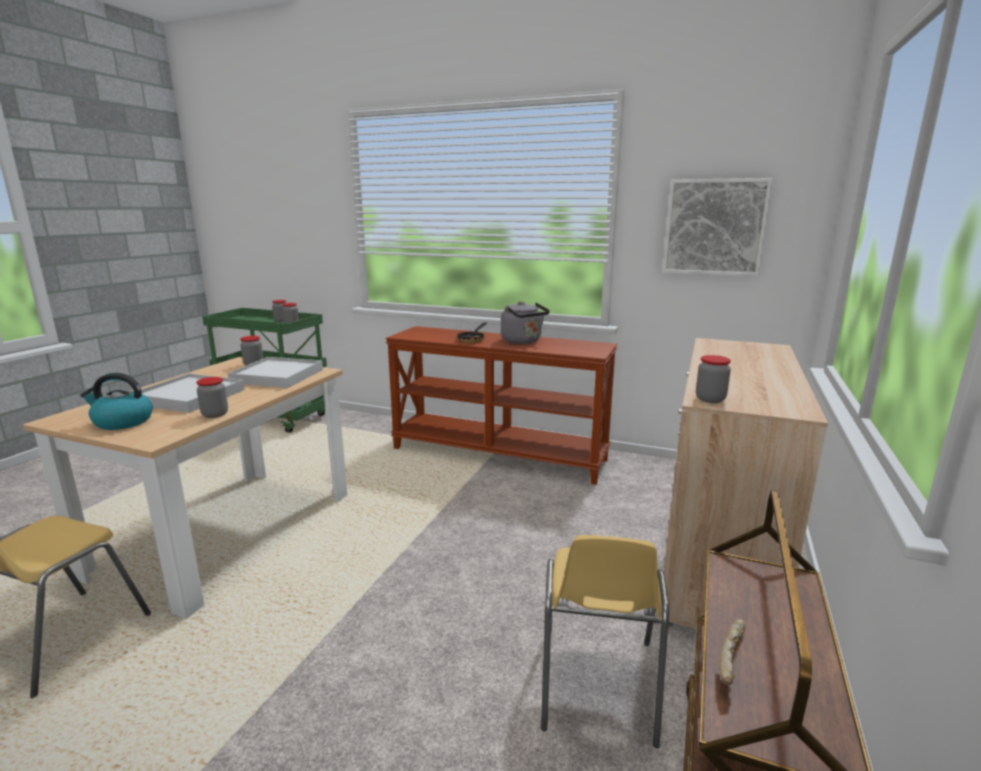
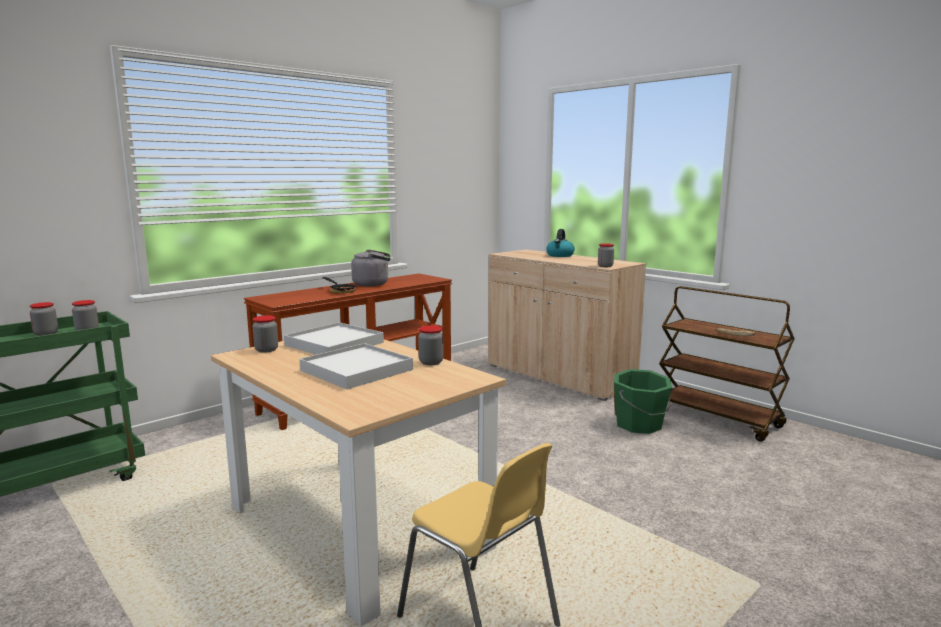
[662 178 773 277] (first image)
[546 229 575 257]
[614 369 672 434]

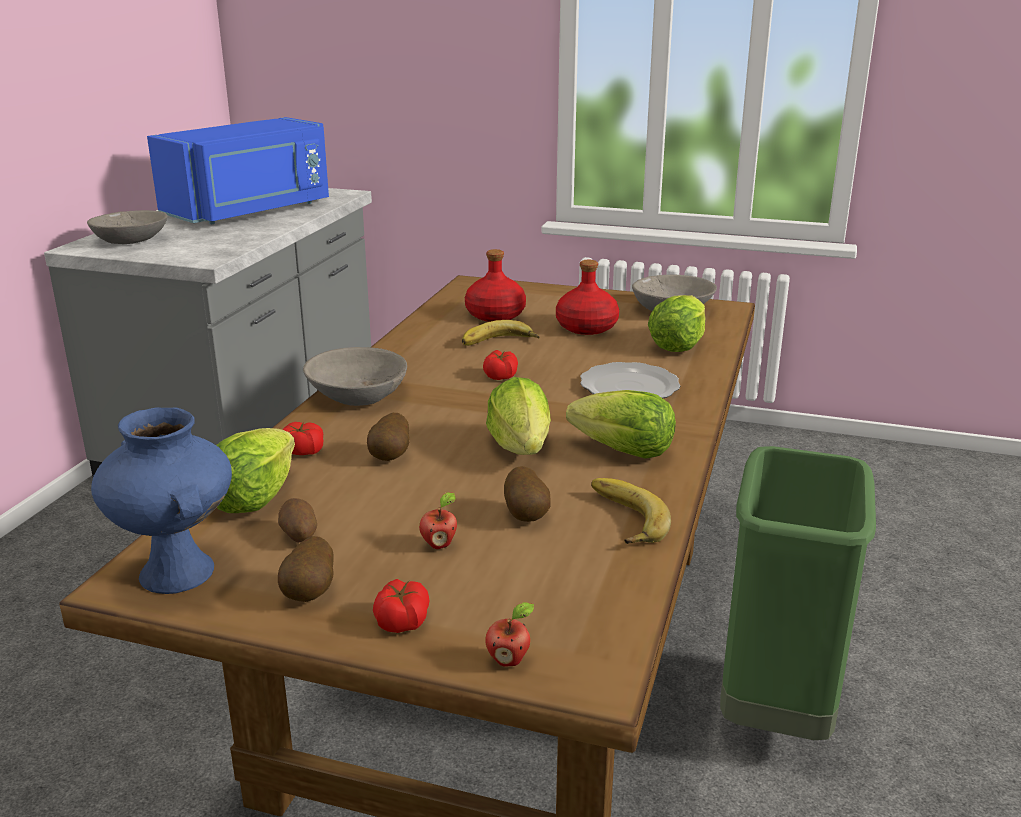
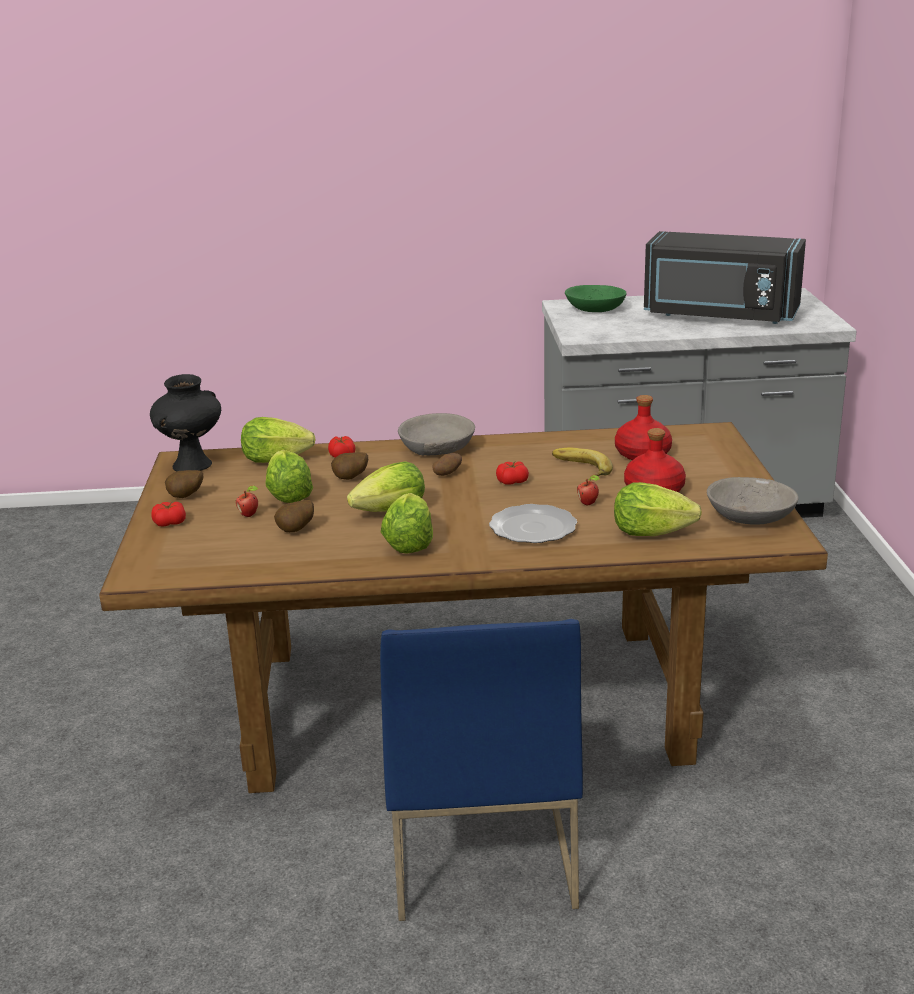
[591 478 671 544] (first image)
[265 450 313 503]
[432 453 462 476]
[577 475 600 506]
[380 619 583 921]
[565 285 627 312]
[150 374 221 471]
[644 231 806 324]

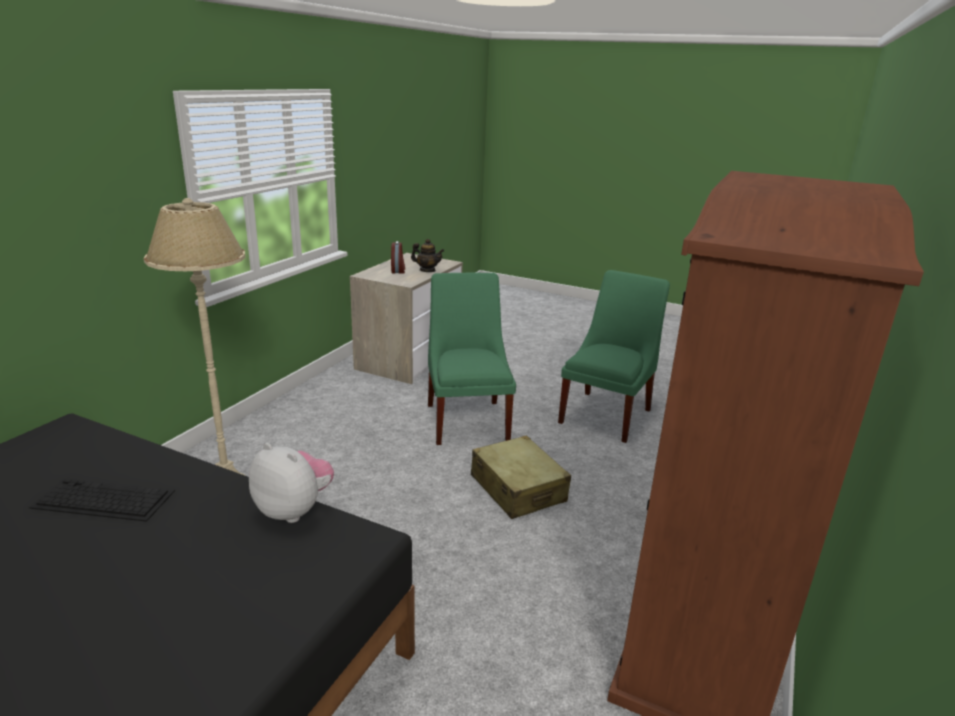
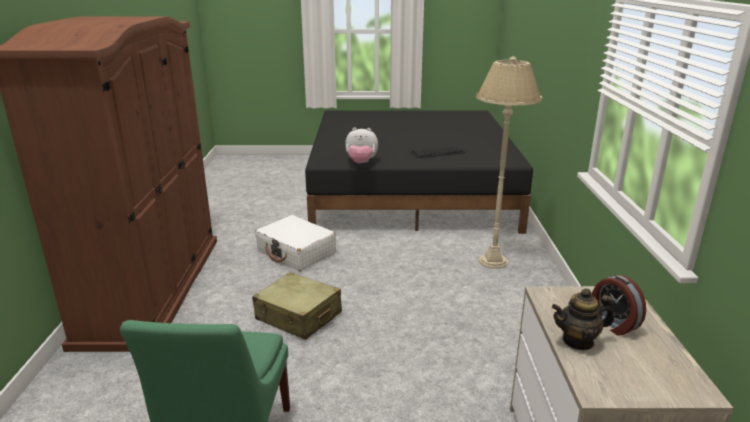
[428 273 516 445] (first image)
[255 215 336 271]

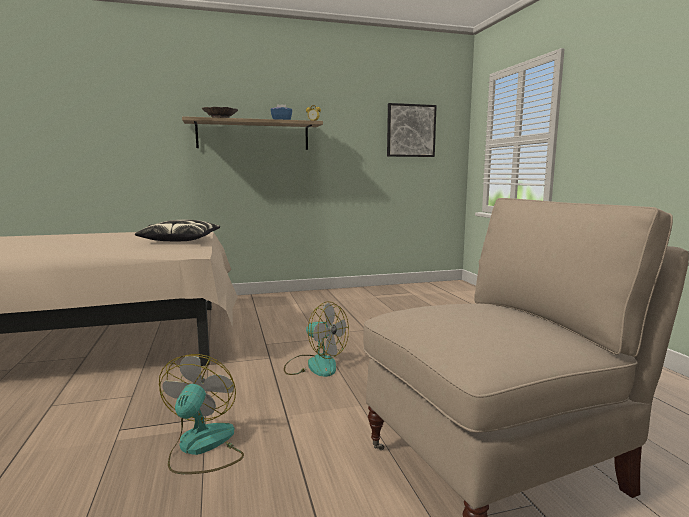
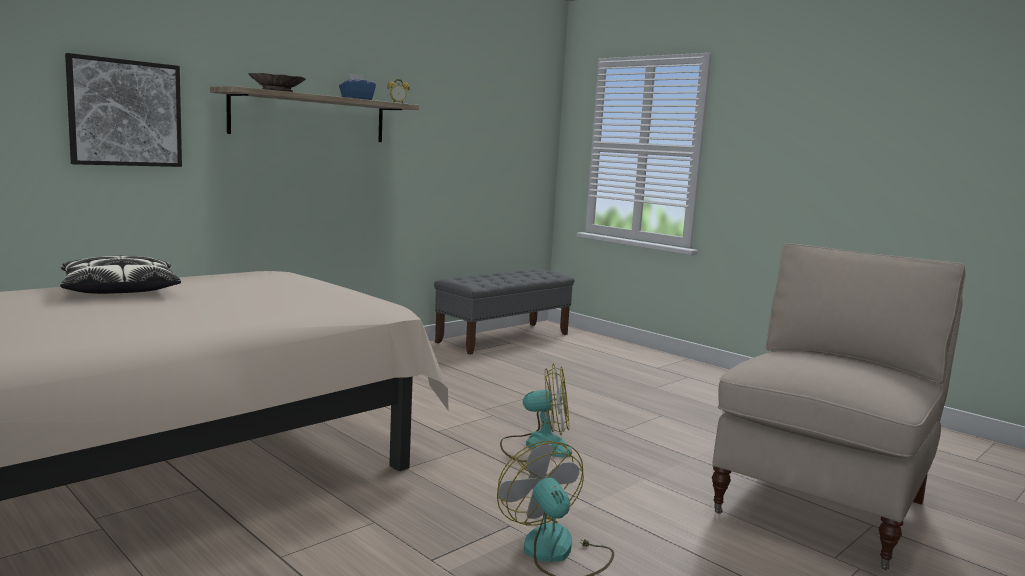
[434 269 574 355]
[60 256 181 294]
[65 53 182 167]

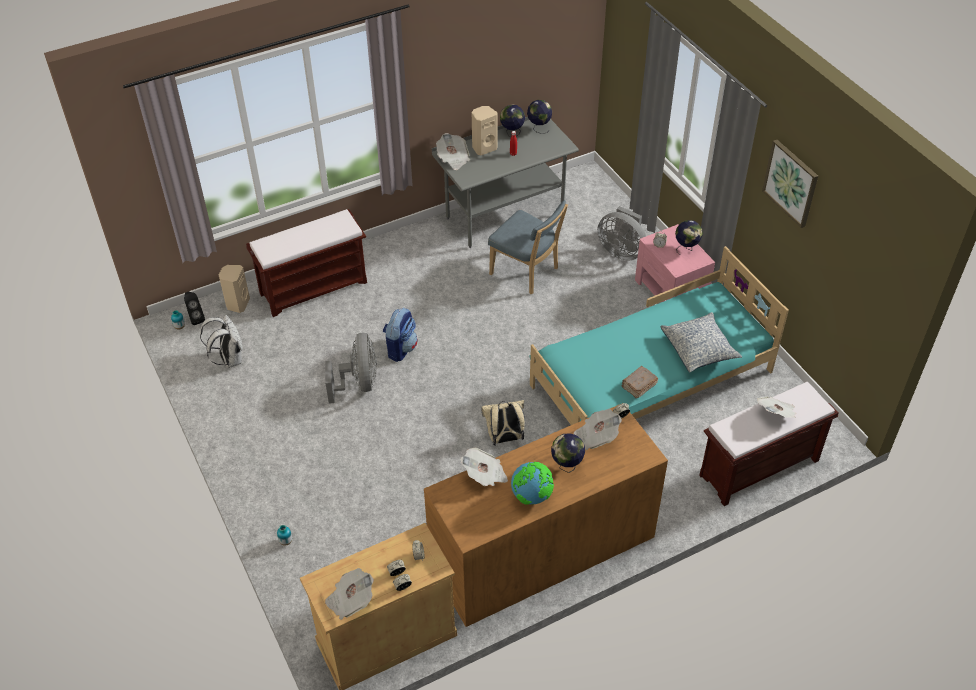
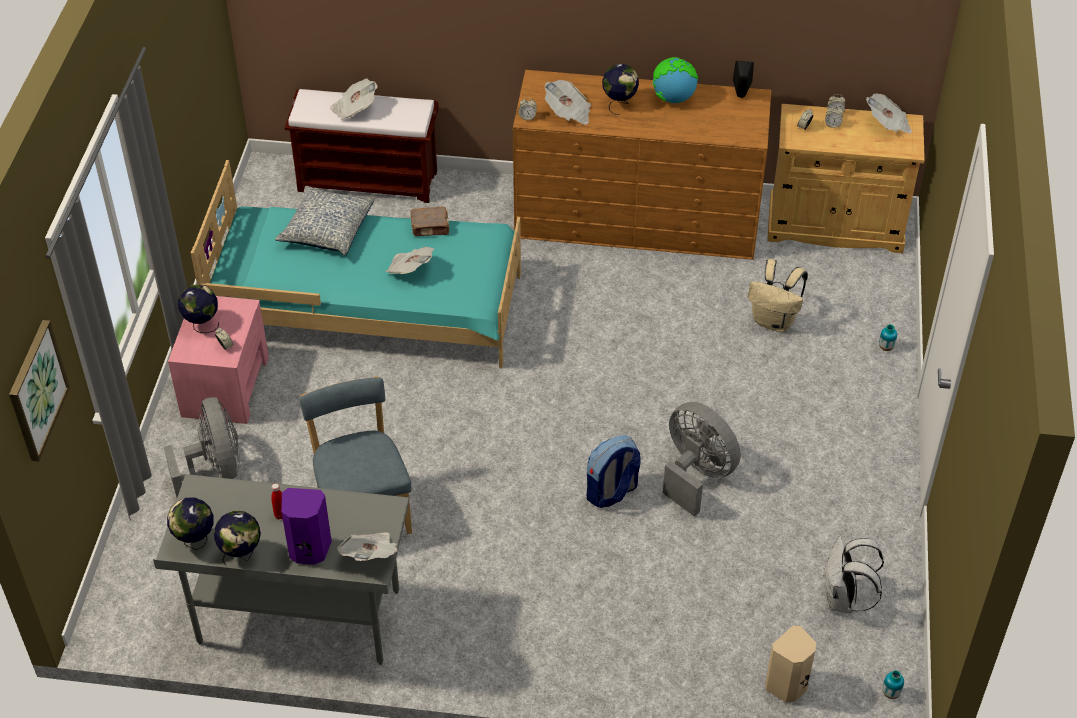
[246 209 367 317] (first image)
[733 61 754 98]
[386 247 434 274]
[748 259 808 332]
[9 320 70 461]
[281 488 332 565]
[663 402 741 517]

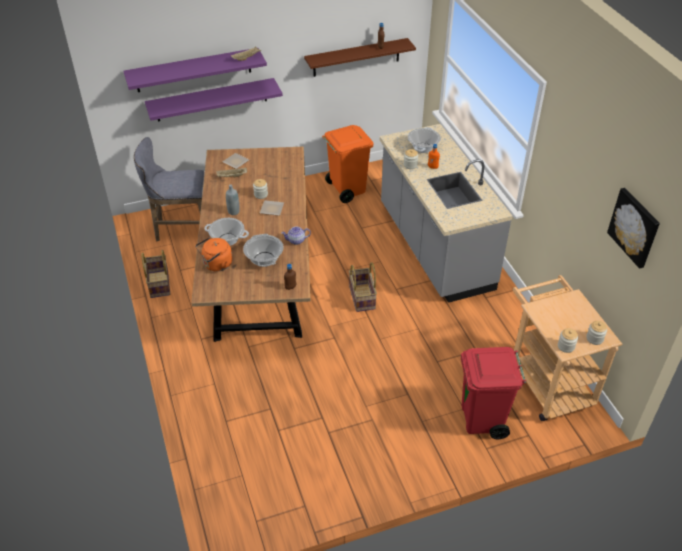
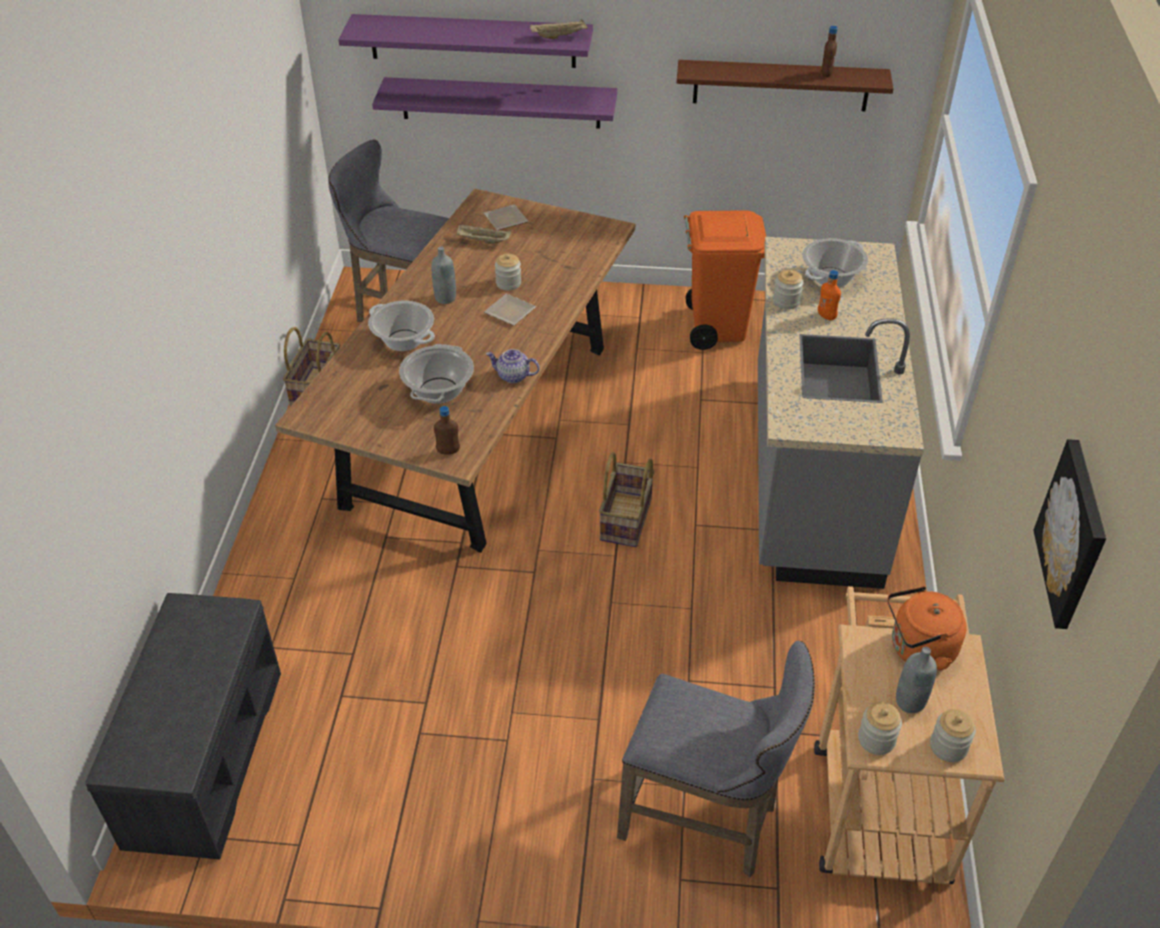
[85 593 281 859]
[896 647 937 713]
[888 586 966 670]
[617 641 815 877]

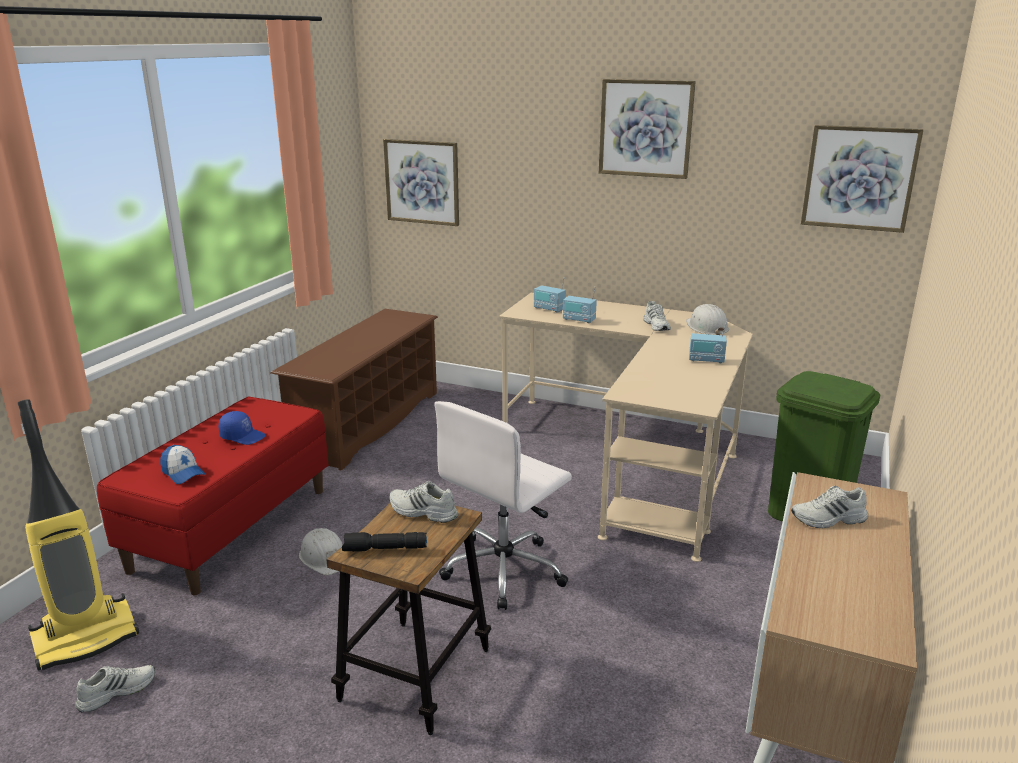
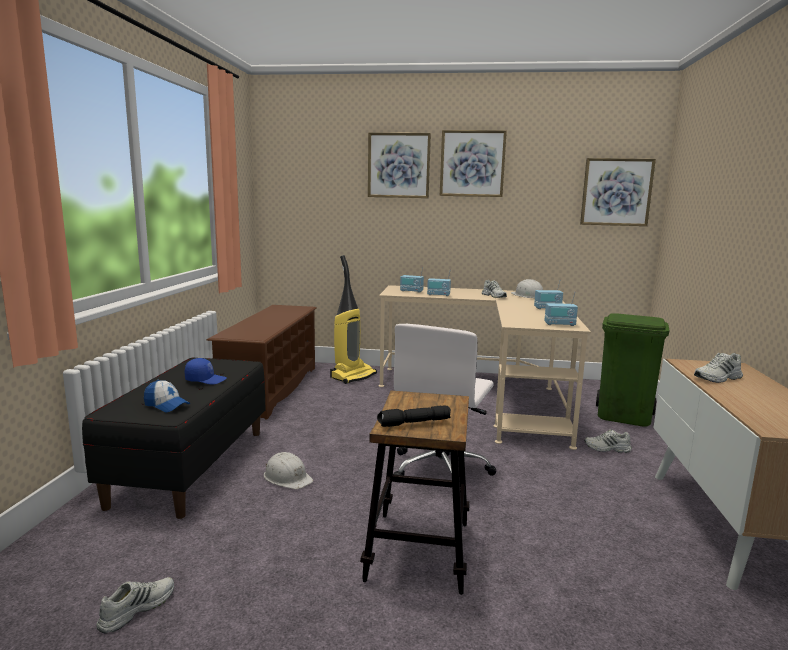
[544 292 578 326]
[330 255 377 384]
[368 133 431 198]
[585 429 632 453]
[82 357 266 519]

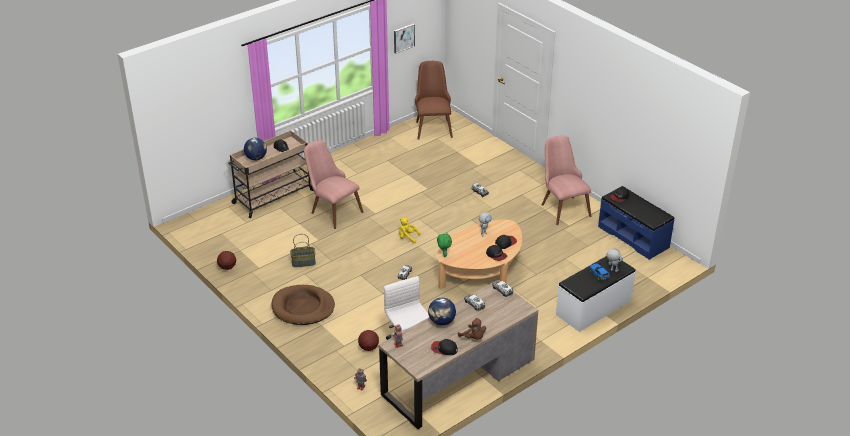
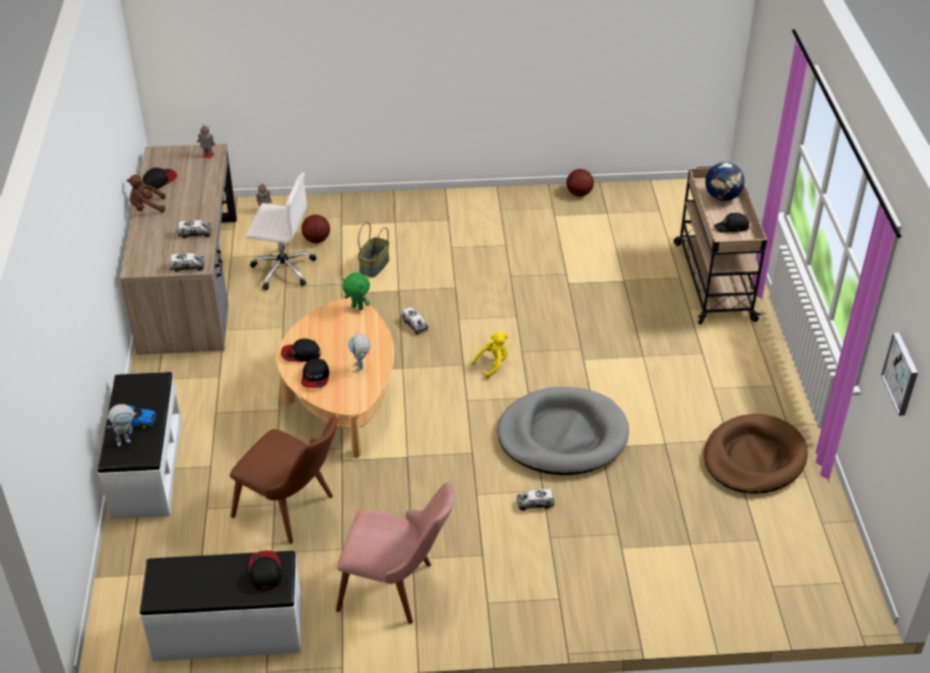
[304 140 364 229] (first image)
[428 298 456 326] (first image)
[498 387 629 475]
[704 414 808 494]
[358 222 389 278]
[230 416 338 544]
[140 551 302 661]

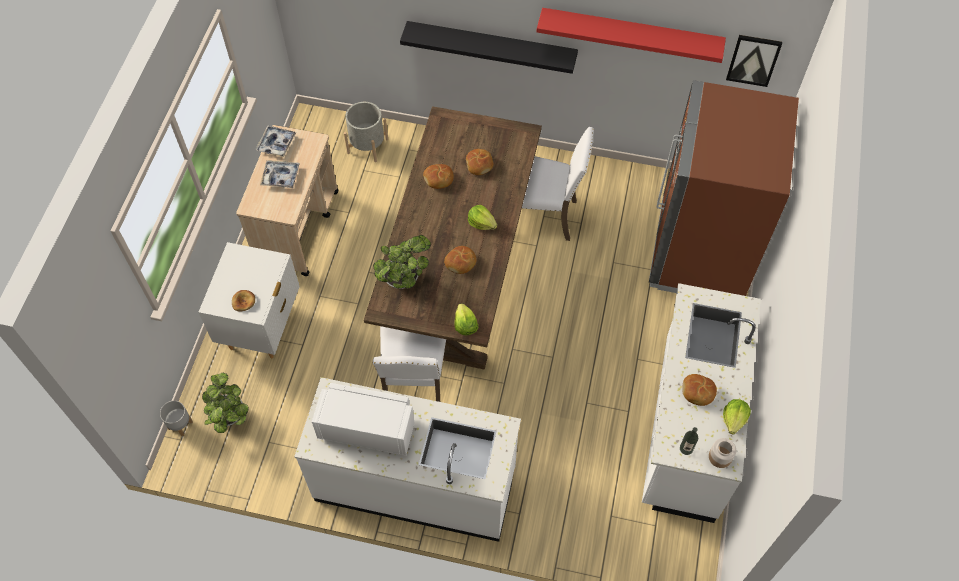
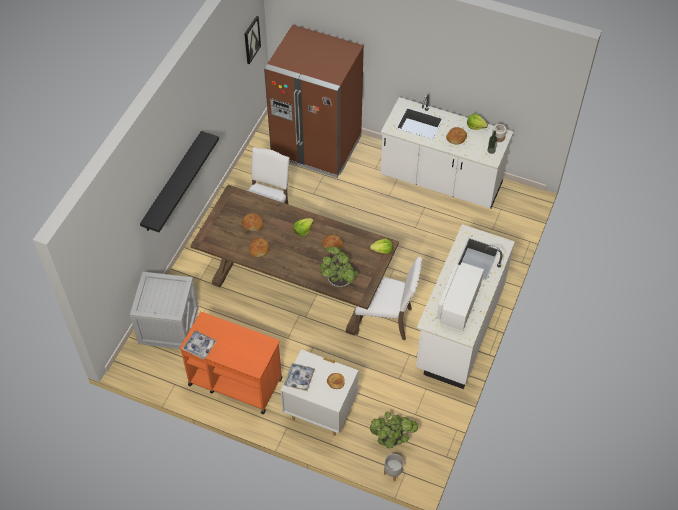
[537 8 726 63] (first image)
[284 363 315 391]
[130 272 199 349]
[180 312 282 414]

